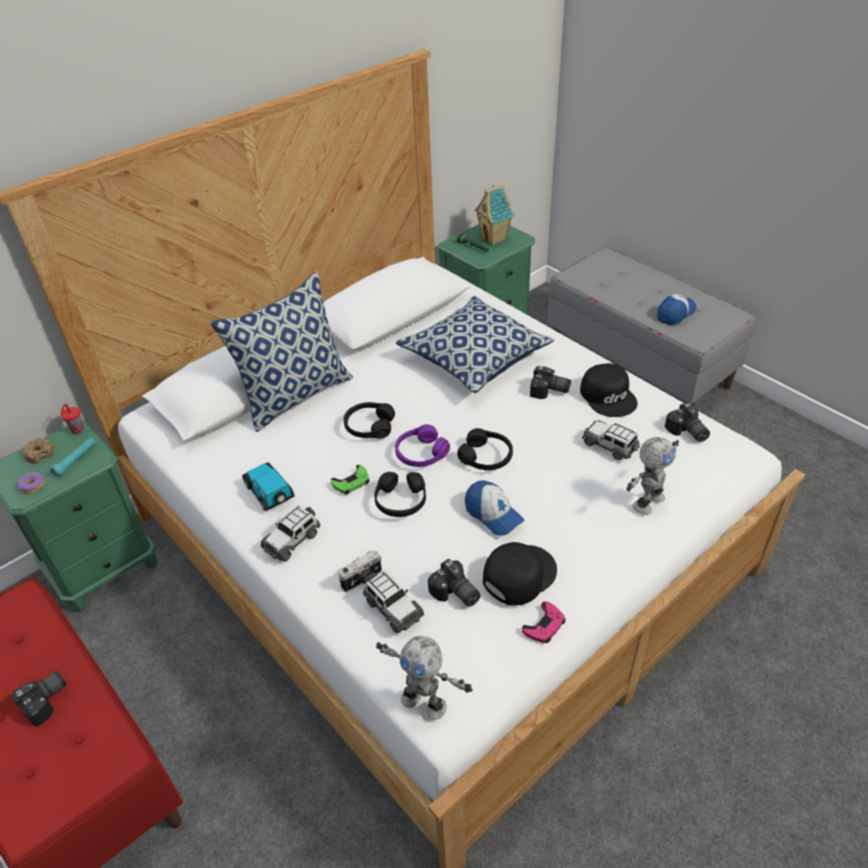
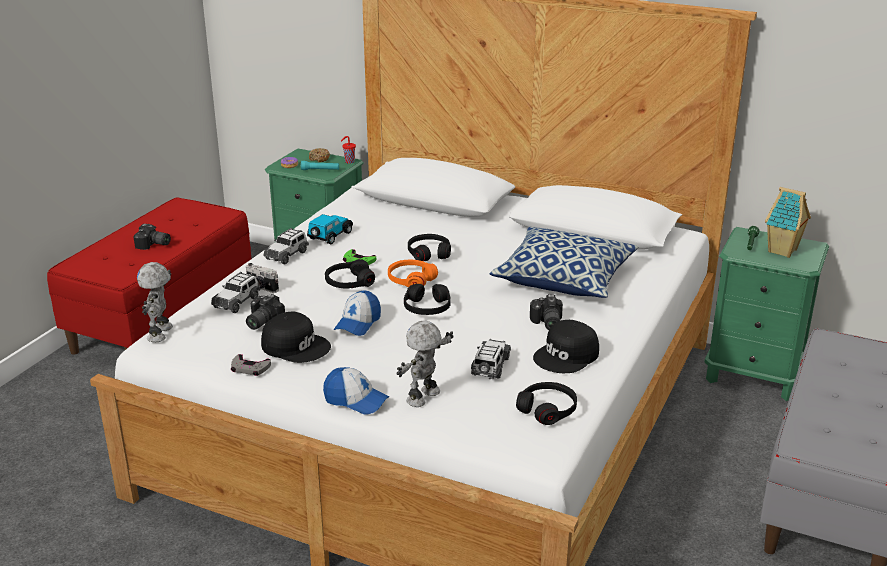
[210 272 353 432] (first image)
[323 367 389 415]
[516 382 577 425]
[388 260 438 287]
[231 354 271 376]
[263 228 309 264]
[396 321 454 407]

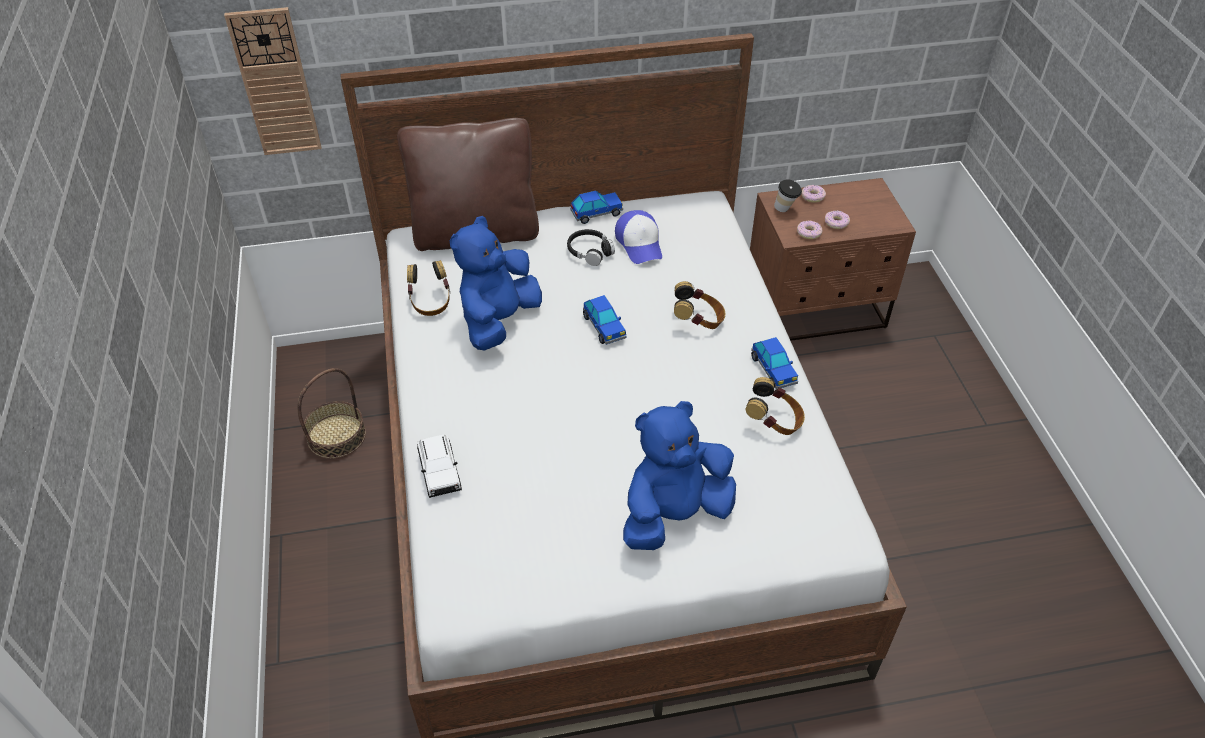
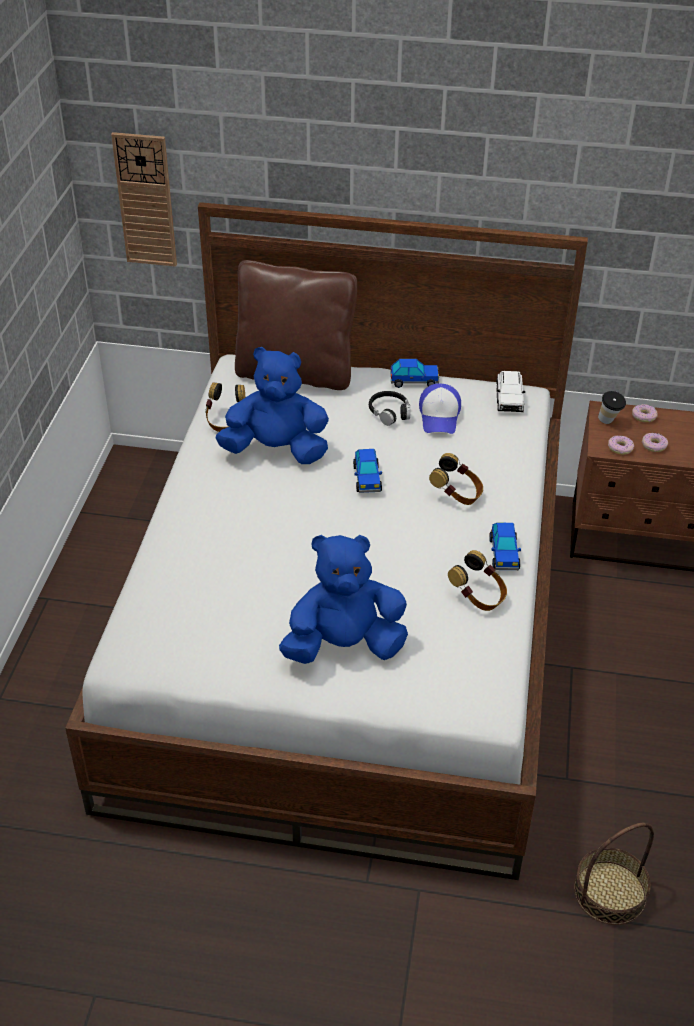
[574 823 654 925]
[496 371 525 412]
[216 347 329 464]

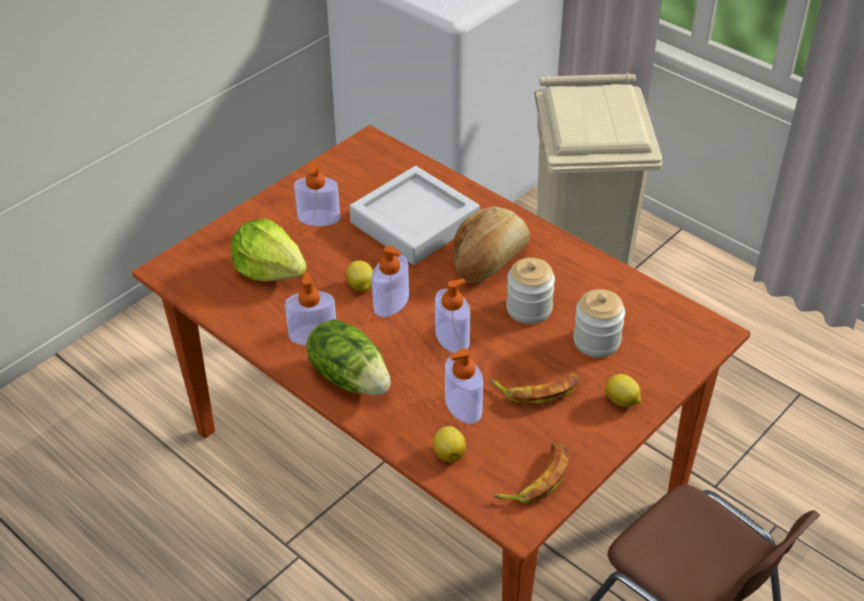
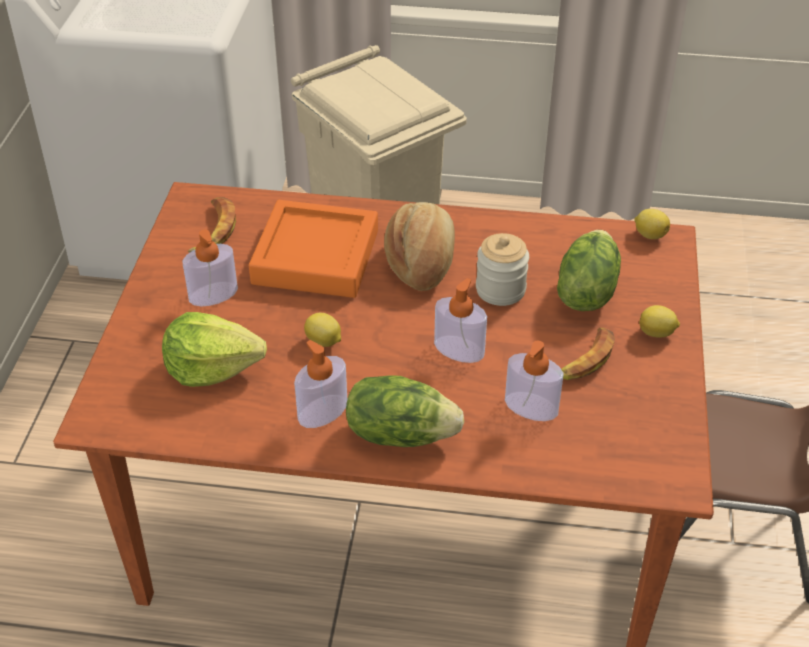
[372 246 409 317] (first image)
[635 209 670 239]
[188 197 236 252]
[557 230 621 311]
[249 200 378 298]

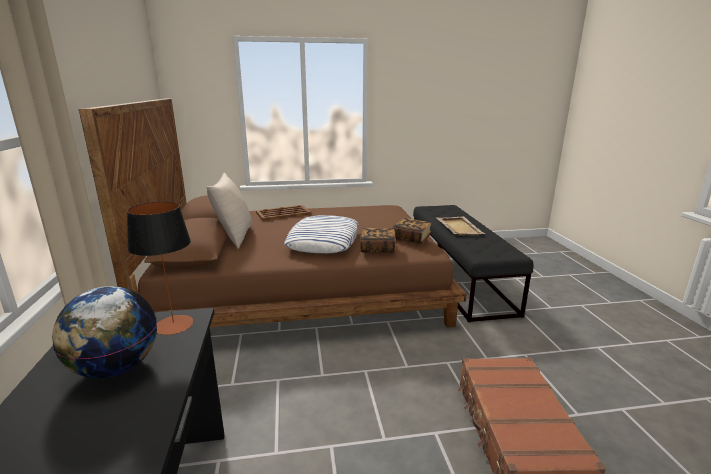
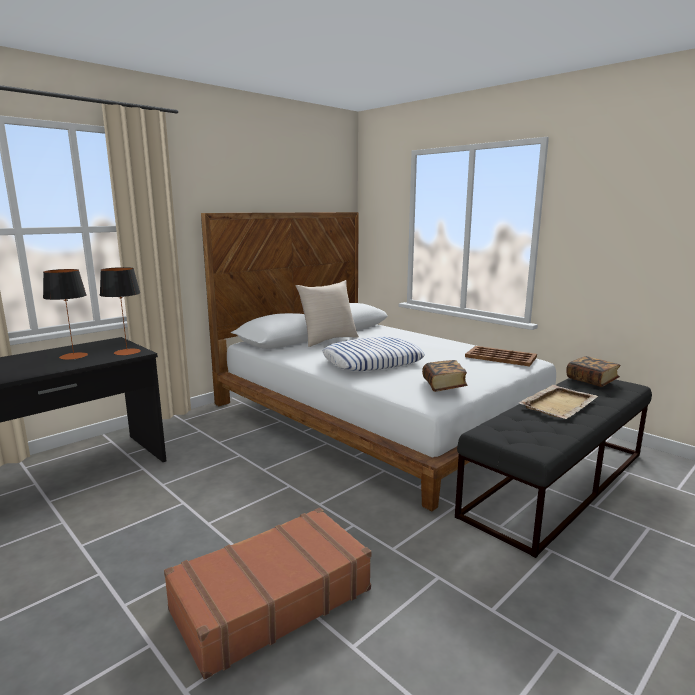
[465 346 537 366]
[566 356 620 387]
[43 269 88 360]
[201 212 556 511]

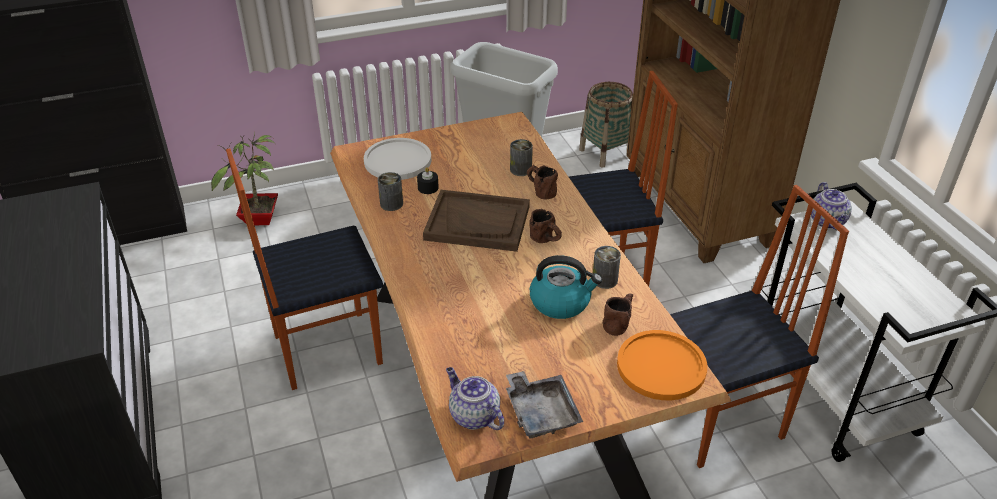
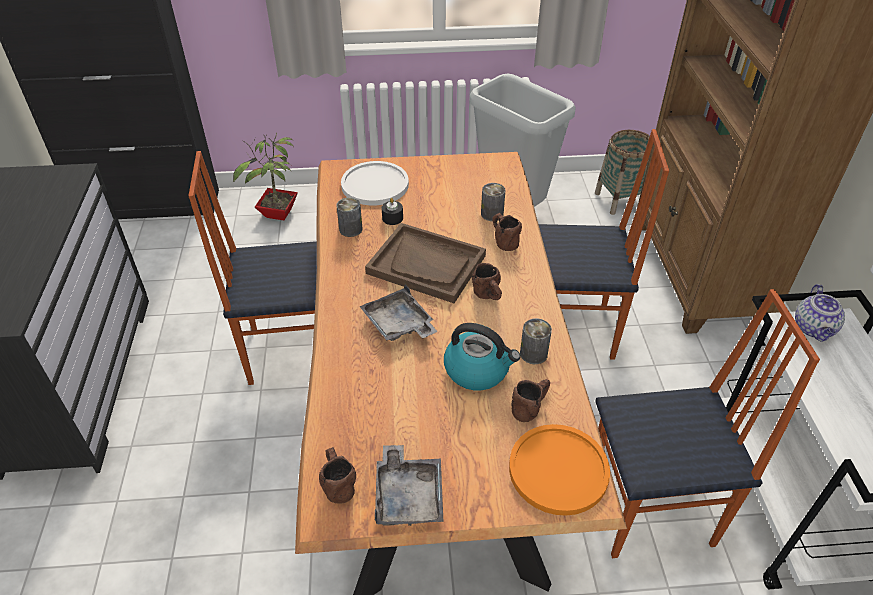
[359 285 438 341]
[319 447 356 504]

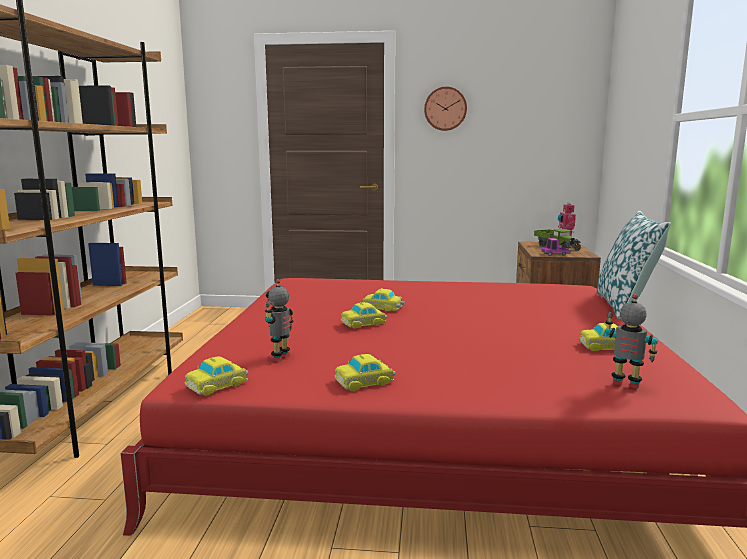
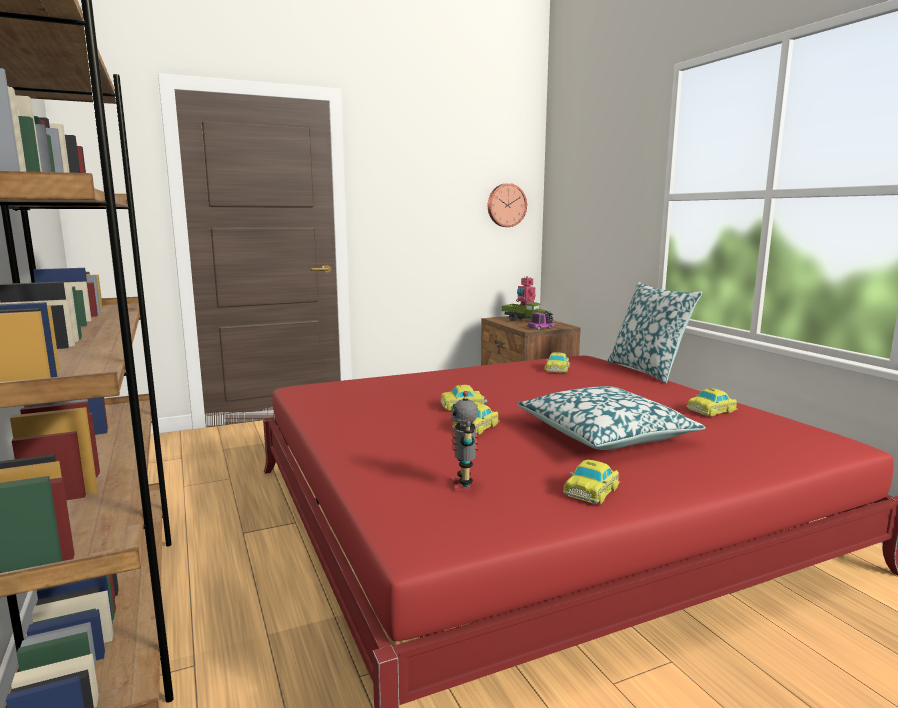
[605 294 658 389] (first image)
[517 386 705 450]
[545 352 570 373]
[488 183 527 227]

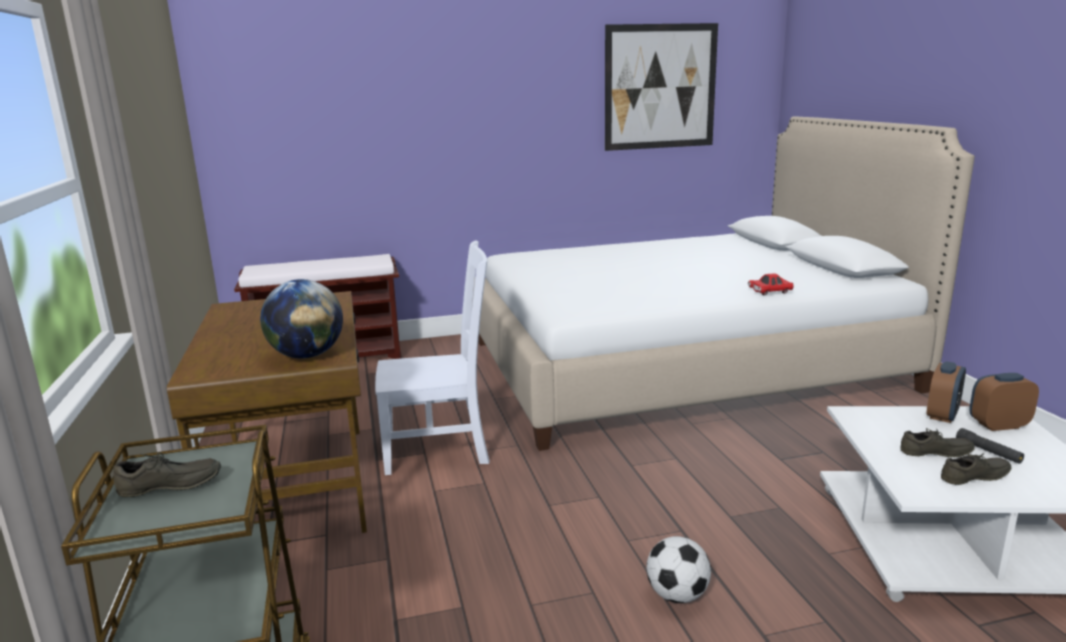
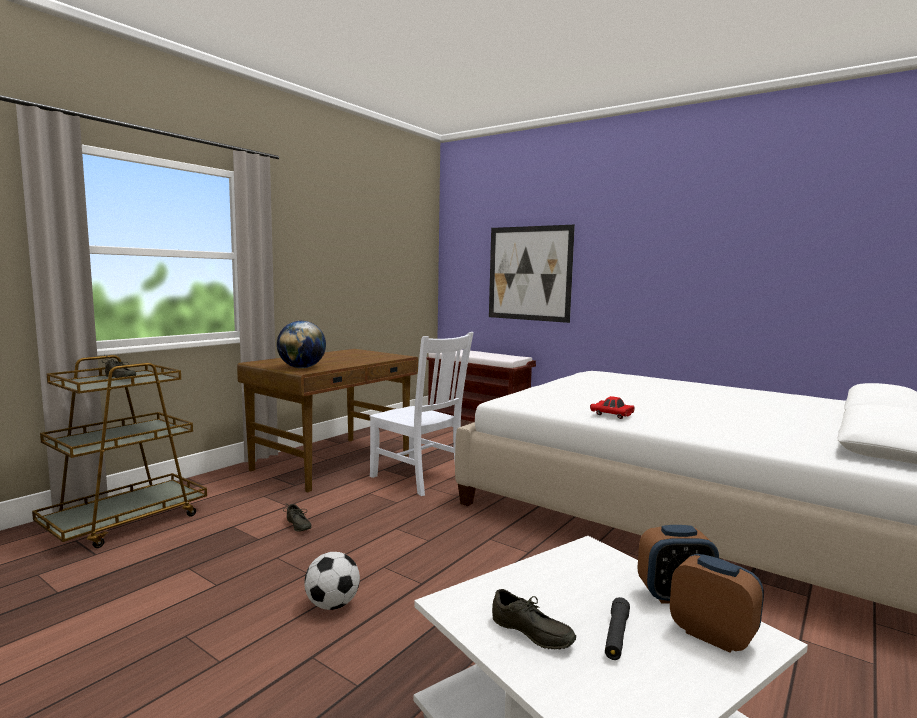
[489 225 575 323]
[590 396 635 419]
[283 503 311 532]

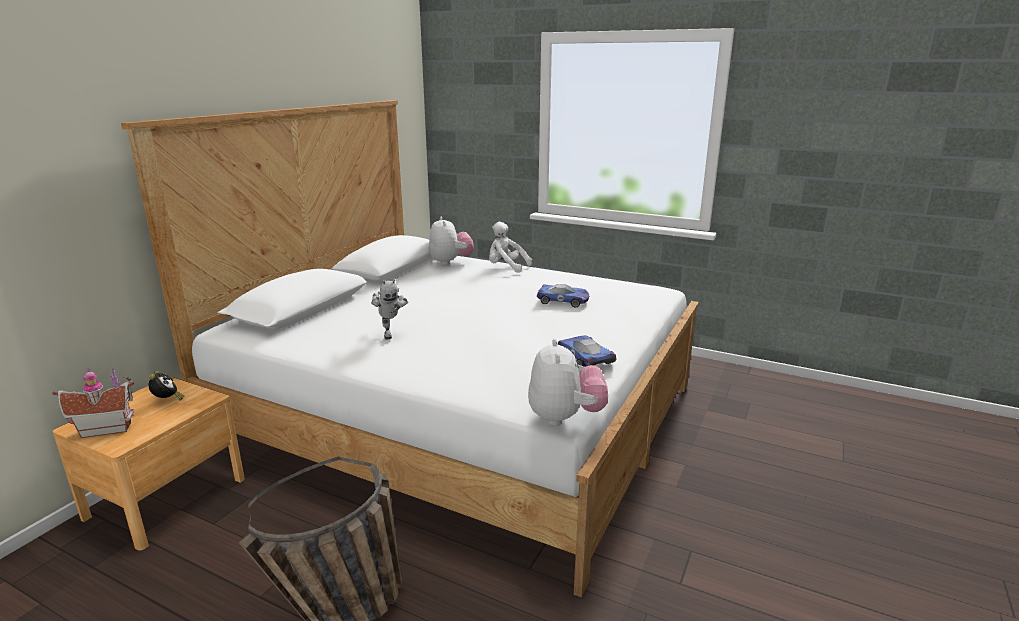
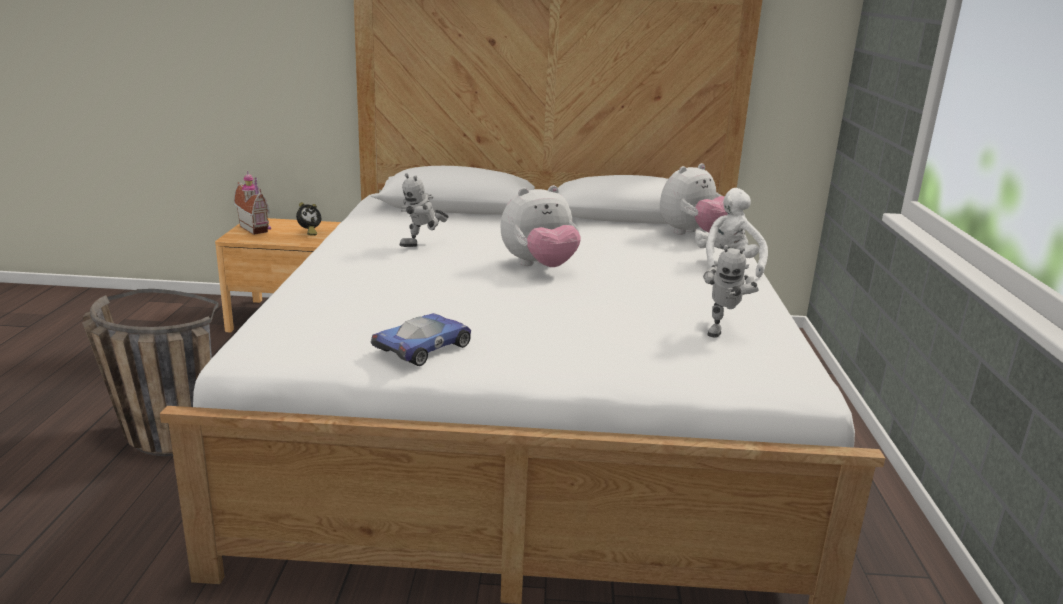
[537 284 589 307] (first image)
[703 245 759 338]
[501 185 581 267]

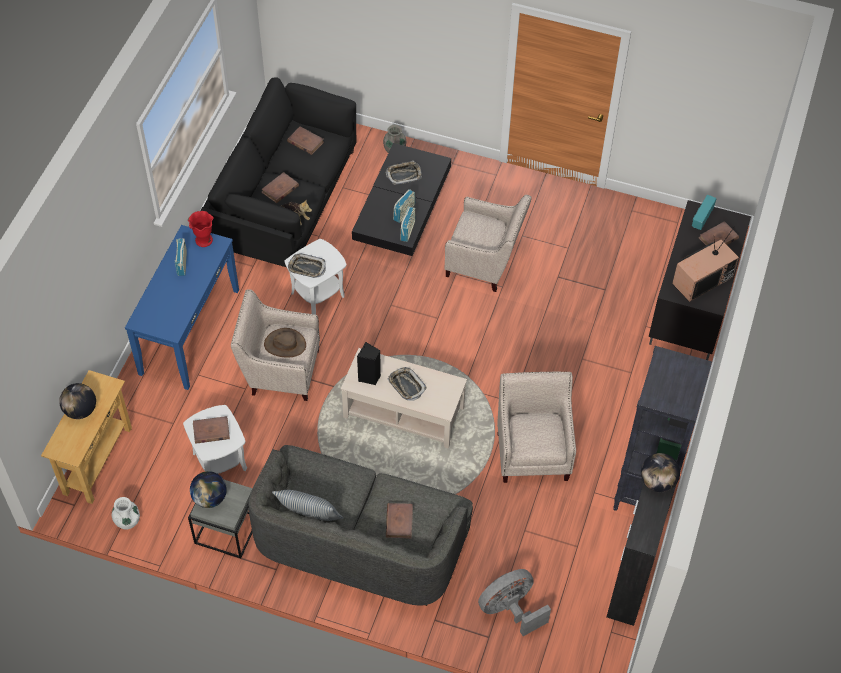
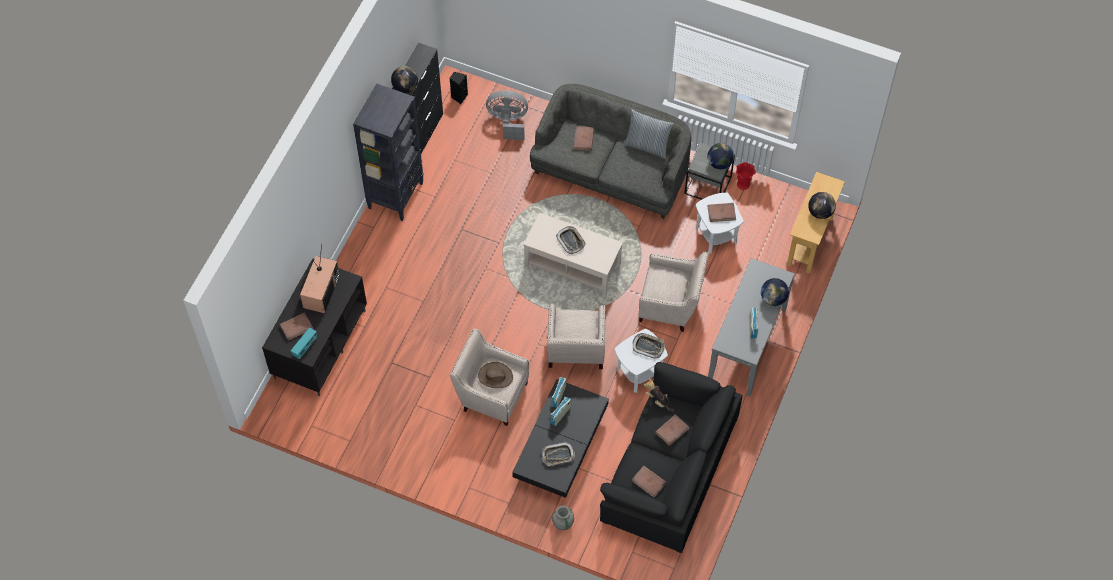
[112 497 140 530] (first image)
[761 278 789 306]
[736 162 756 190]
[478 362 513 388]
[450 72 468 104]
[547 304 606 369]
[708 258 795 396]
[486 91 528 140]
[300 244 340 314]

